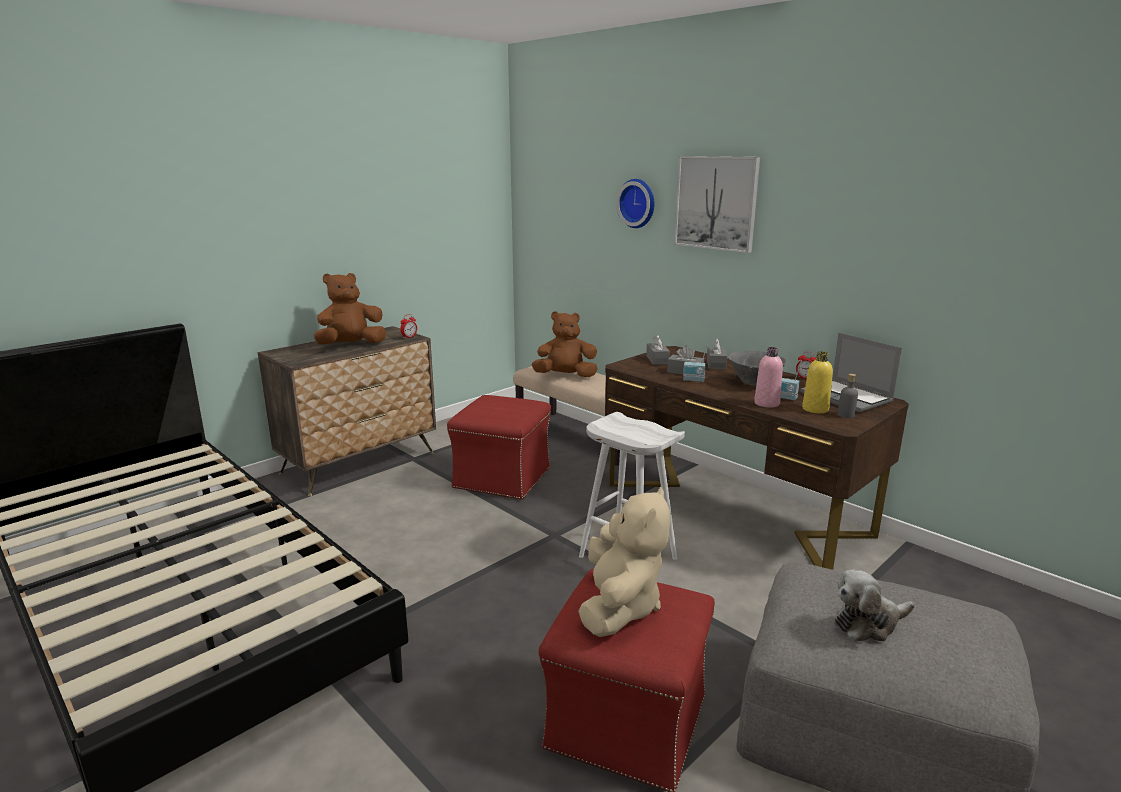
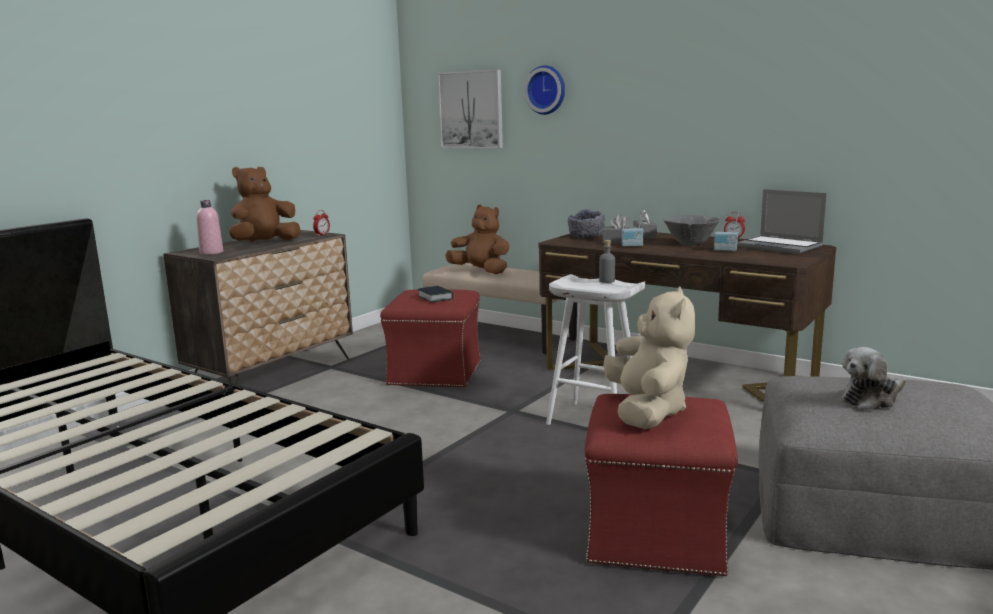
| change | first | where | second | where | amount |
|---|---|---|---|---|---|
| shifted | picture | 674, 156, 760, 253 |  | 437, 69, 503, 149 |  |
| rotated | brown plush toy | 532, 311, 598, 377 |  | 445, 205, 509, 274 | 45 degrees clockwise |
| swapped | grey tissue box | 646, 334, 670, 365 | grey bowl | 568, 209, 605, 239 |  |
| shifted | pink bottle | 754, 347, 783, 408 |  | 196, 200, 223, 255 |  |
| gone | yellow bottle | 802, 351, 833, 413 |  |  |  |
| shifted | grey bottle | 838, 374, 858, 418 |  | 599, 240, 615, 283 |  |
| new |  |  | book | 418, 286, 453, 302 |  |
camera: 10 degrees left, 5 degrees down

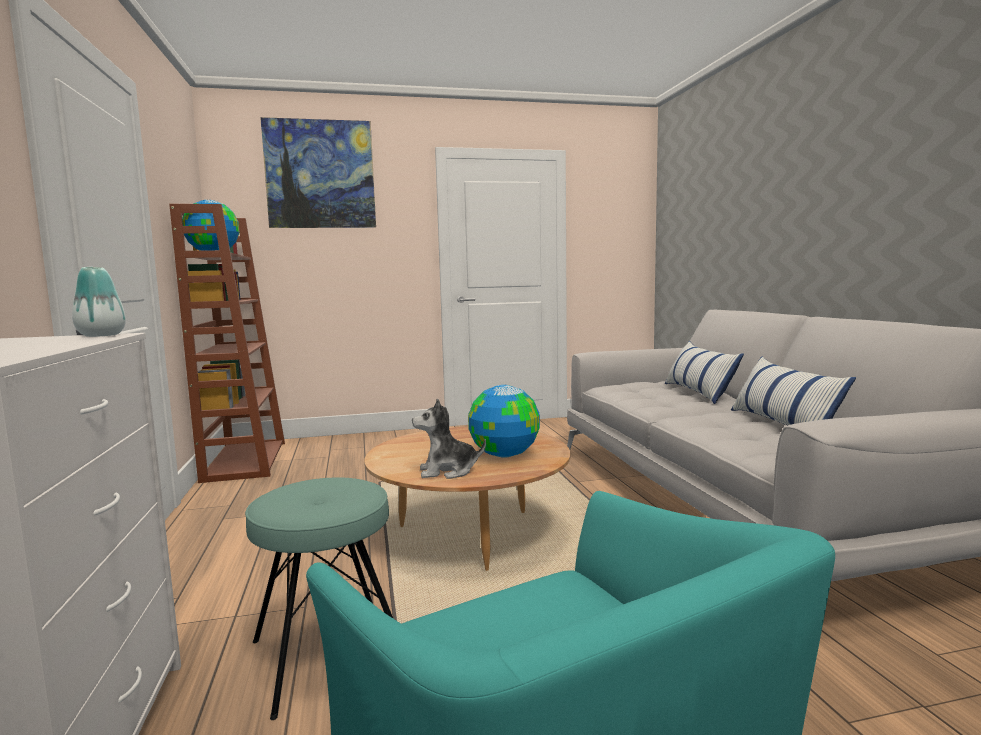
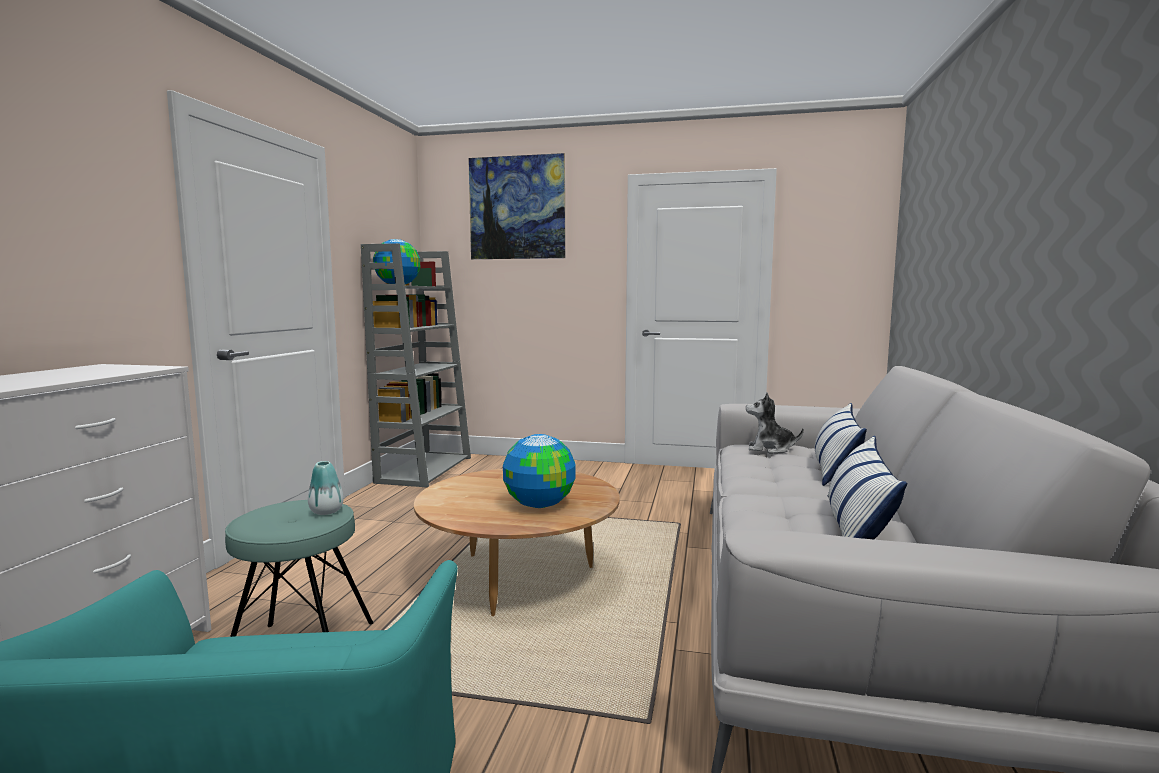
| change | first | where | second | where | amount |
|---|---|---|---|---|---|
| repainted | brown bookcase | 169, 204, 285, 483 | grey bookcase | 361, 243, 471, 487 |  |
| shifted | vase | 72, 267, 126, 337 |  | 308, 461, 344, 515 |  |
| shifted | plush toy | 412, 398, 486, 479 |  | 746, 392, 804, 453 |  |
camera: 25 degrees right, 0 degrees up

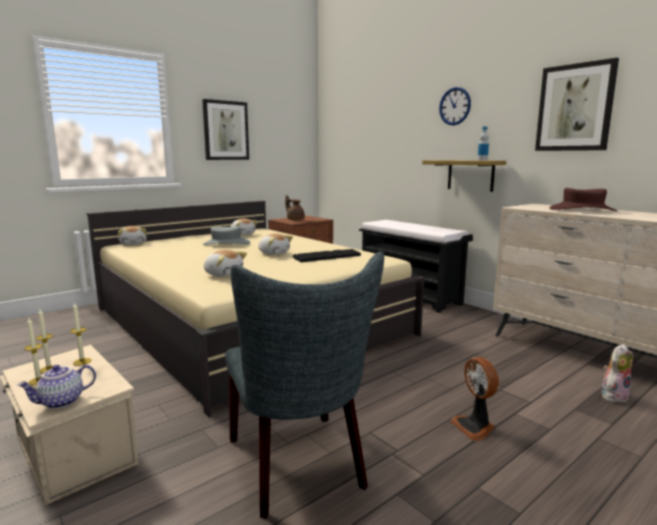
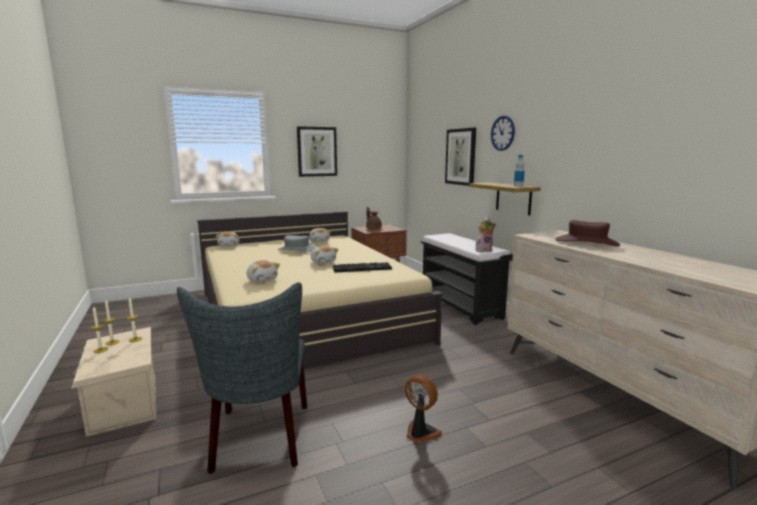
| change | first | where | second | where | amount |
|---|---|---|---|---|---|
| shifted | picture | 535, 58, 619, 151 |  | 445, 128, 476, 186 |  |
| shifted | plush toy | 602, 344, 633, 403 |  | 476, 217, 496, 252 |  |
| rotated | fan | 450, 357, 499, 441 |  | 405, 374, 442, 443 | 135 degrees clockwise |
| gone | teapot | 17, 365, 96, 409 |  |  |  |
camera: 15 degrees right, 0 degrees up

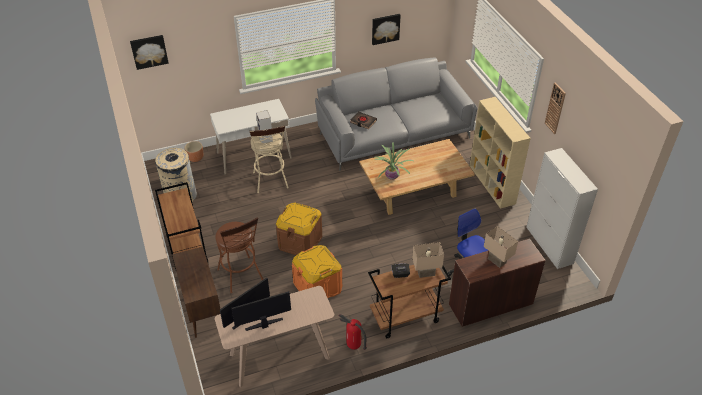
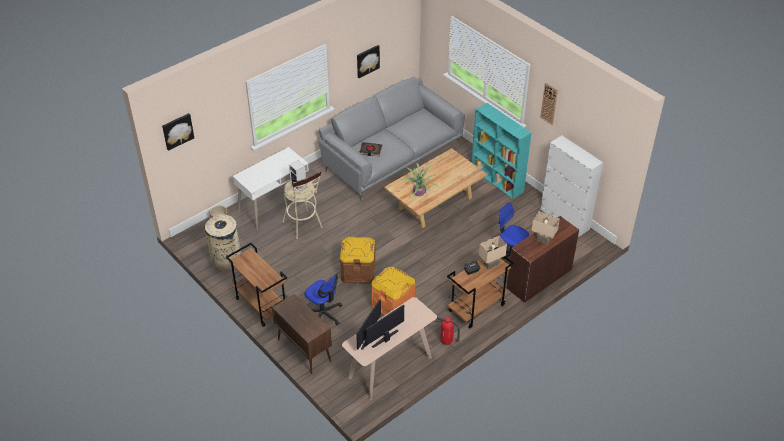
| change | first | where | second | where | amount |
|---|---|---|---|---|---|
| repainted | beige bookcase | 469, 97, 531, 209 | turquoise bookcase | 471, 103, 531, 199 |  |
| swapped | brown stool | 215, 217, 264, 293 | office chair | 305, 272, 342, 325 |  |
camera: 20 degrees left, 0 degrees up

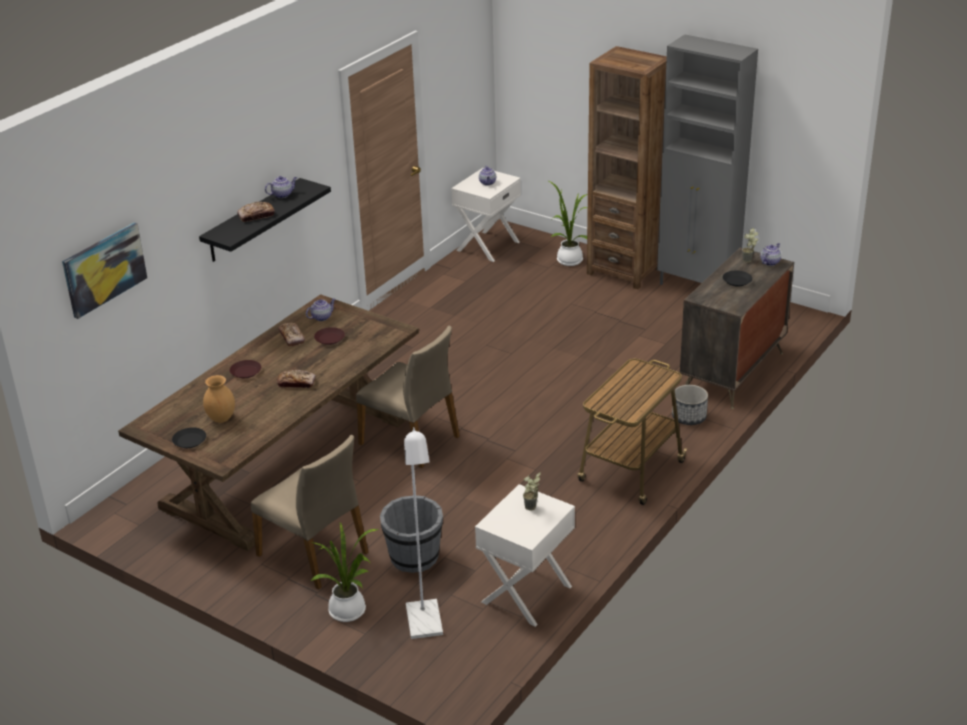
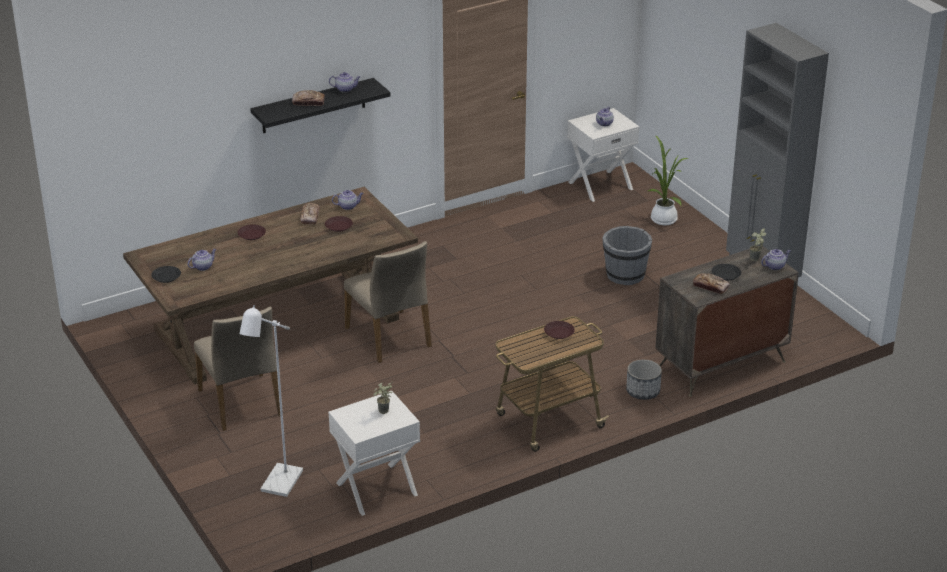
| change | first | where | second | where | amount |
|---|---|---|---|---|---|
| gone | brown bookcase | 587, 46, 667, 289 |  |  |  |
| gone | picture | 62, 223, 147, 319 |  |  |  |
| shifted | bread | 277, 370, 316, 388 |  | 693, 273, 730, 294 |  |
| swapped | brown vase | 203, 375, 235, 423 | teapot | 188, 249, 216, 271 |  |
| shifted | grey bucket | 380, 495, 443, 573 |  | 602, 226, 652, 285 |  |
| gone | potted plant | 310, 522, 380, 622 |  |  |  |
| new |  |  | brown plate | 544, 321, 575, 339 |  |
camera: 25 degrees right, 0 degrees up

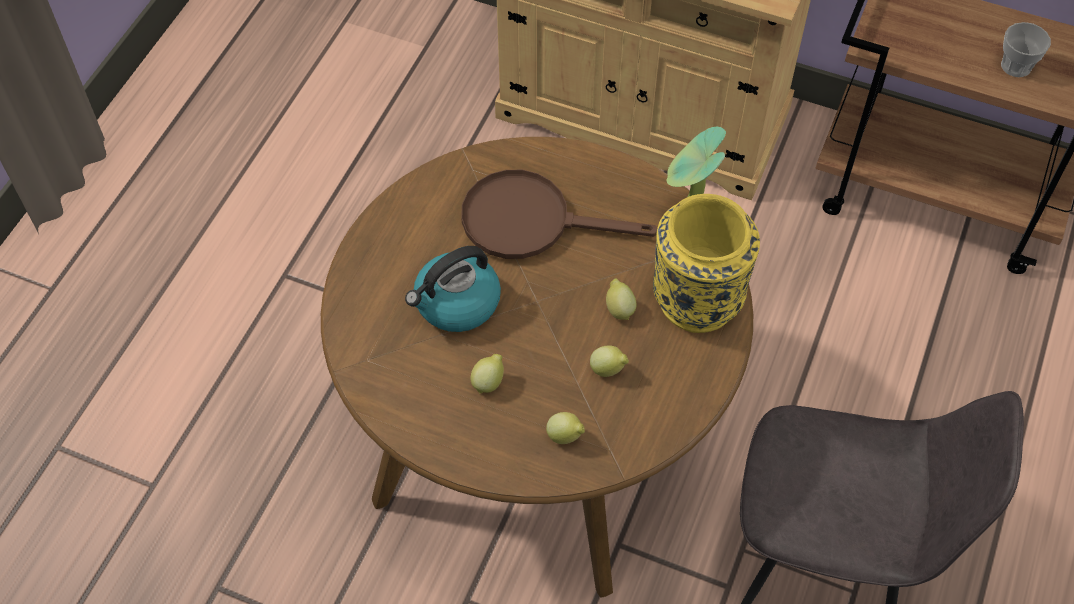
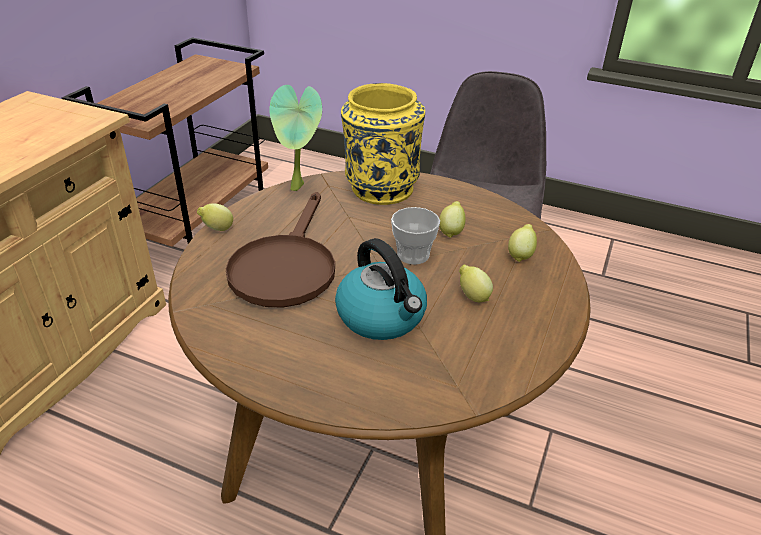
| change | first | where | second | where | amount |
|---|---|---|---|---|---|
| shifted | cup | 1001, 22, 1051, 77 |  | 391, 207, 440, 265 |  |
| shifted | lemon | 606, 278, 637, 320 |  | 197, 203, 233, 231 |  |
camera: 90 degrees left, 20 degrees down

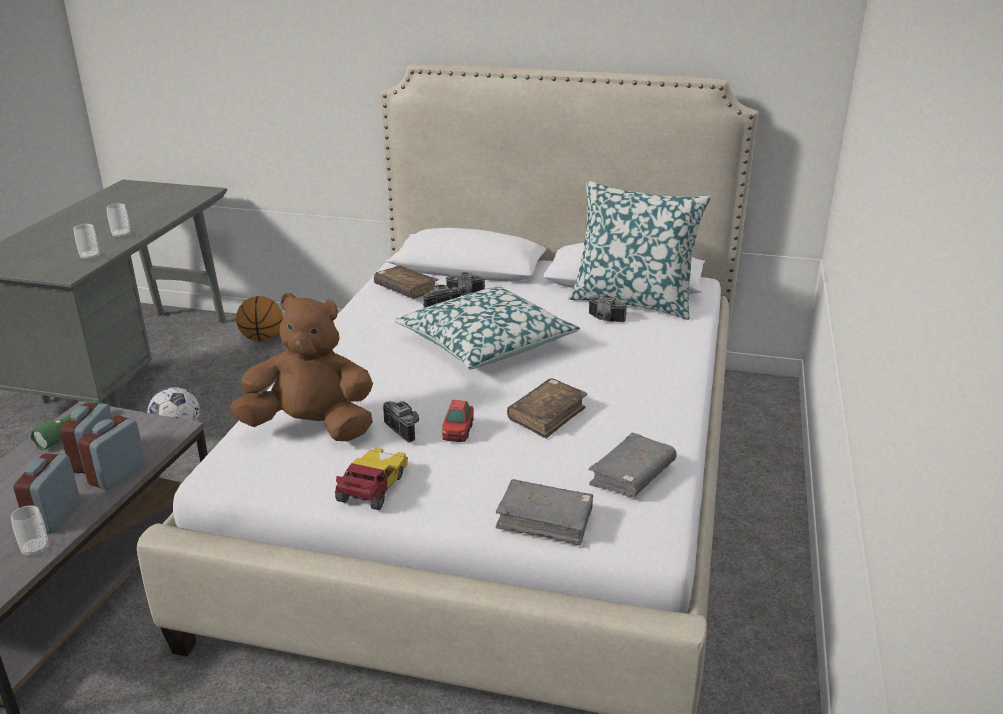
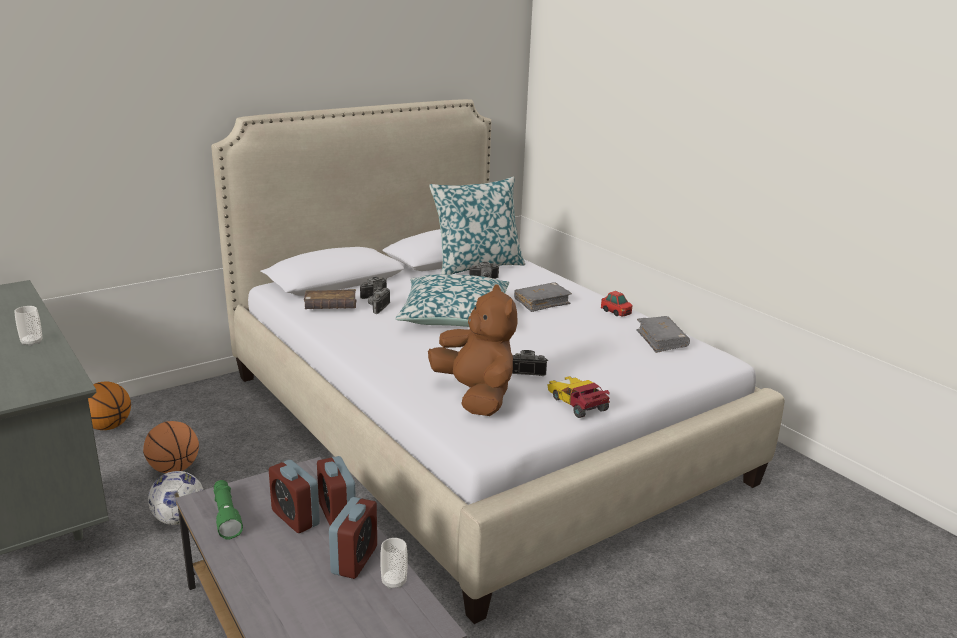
| change | first | where | second | where | amount |
|---|---|---|---|---|---|
| gone | cup | 73, 224, 100, 261 |  |  |  |
| rotated | brown plush toy | 230, 293, 373, 441 |  | 428, 284, 518, 416 | 105 degrees clockwise |
| gone | brown book | 507, 378, 587, 439 |  |  |  |
| shifted | toy car | 442, 400, 474, 442 |  | 601, 291, 632, 316 |  |
| rotated | alarm clock | 14, 454, 80, 533 |  | 329, 497, 377, 579 | 120 degrees counterclockwise |
| shifted | grey book | 495, 479, 593, 545 |  | 514, 282, 572, 312 |  |
| new |  |  | basketball | 143, 421, 199, 473 |  |
camera: 50 degrees left, 5 degrees down

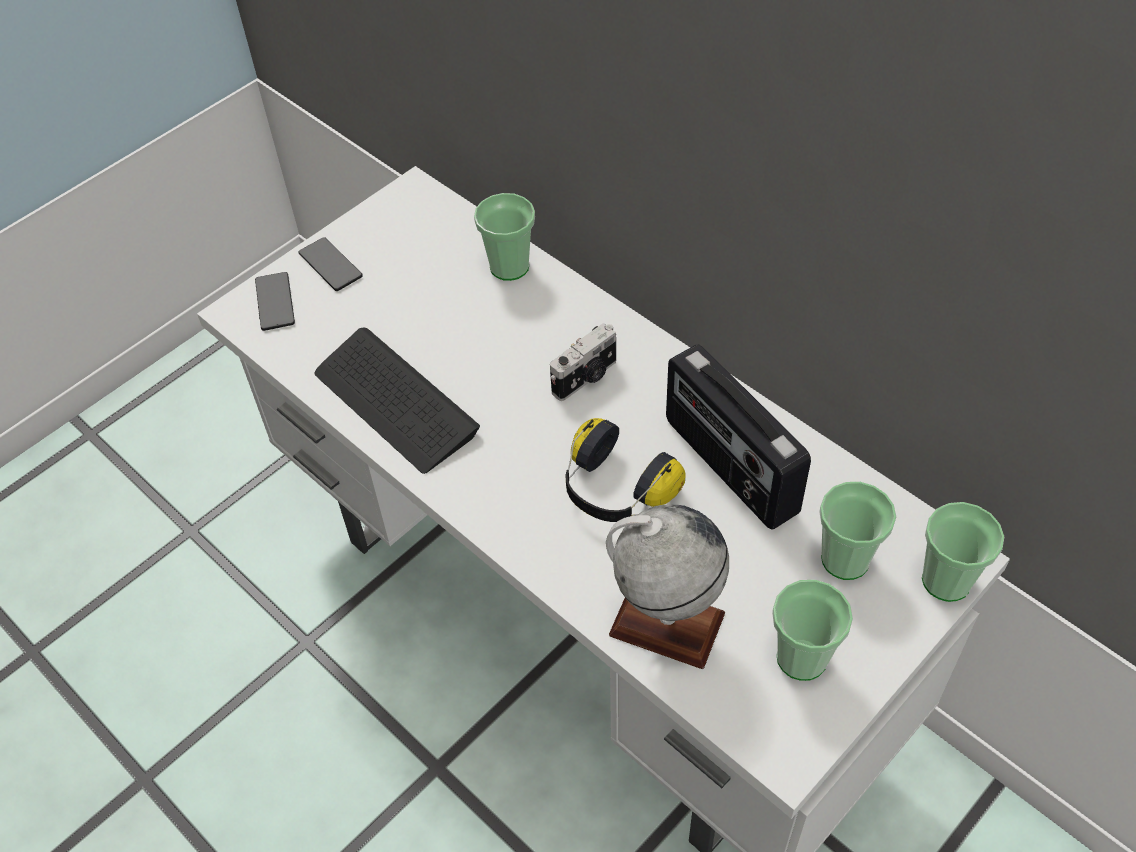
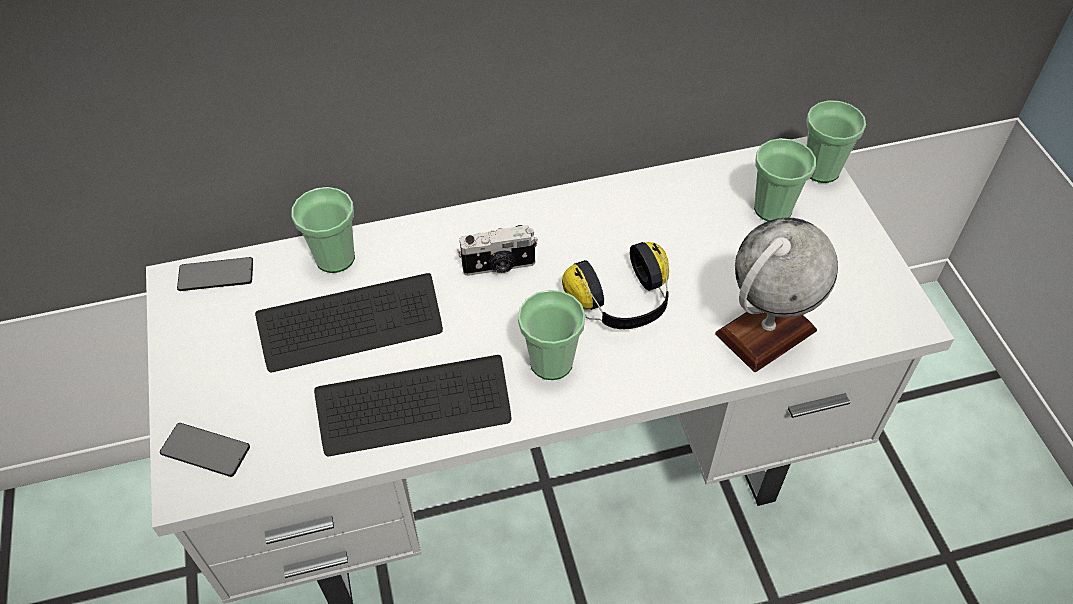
| change | first | where | second | where | amount |
|---|---|---|---|---|---|
| shifted | phone | 299, 237, 363, 291 |  | 177, 257, 253, 291 |  |
| rotated | photo camera | 550, 323, 616, 401 |  | 458, 225, 538, 276 | 90 degrees clockwise |
| gone | radio | 666, 344, 811, 530 |  |  |  |
| shifted | cup | 772, 579, 853, 681 |  | 518, 290, 585, 380 |  |
| new |  |  | keyboard | 255, 273, 443, 372 |  |
camera: 60 degrees left, 0 degrees up

